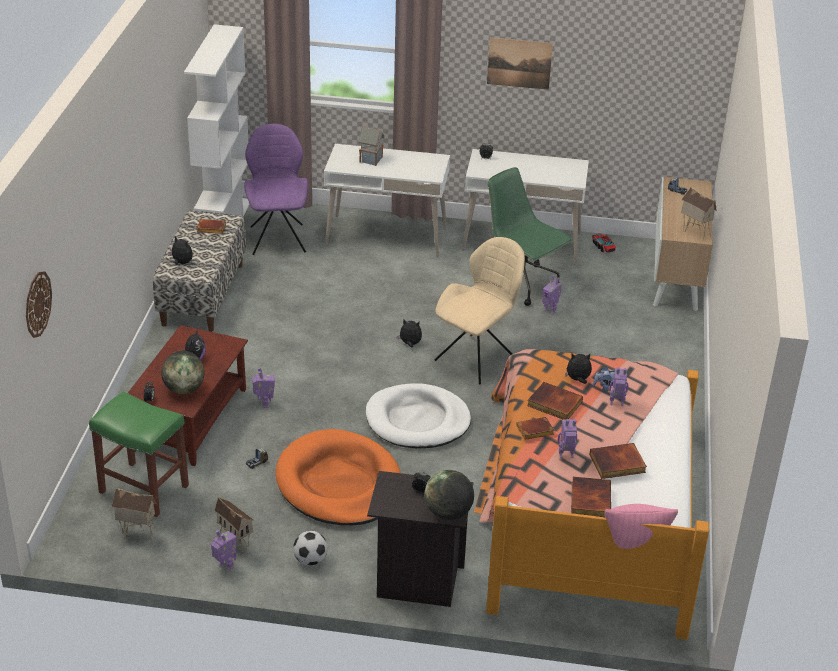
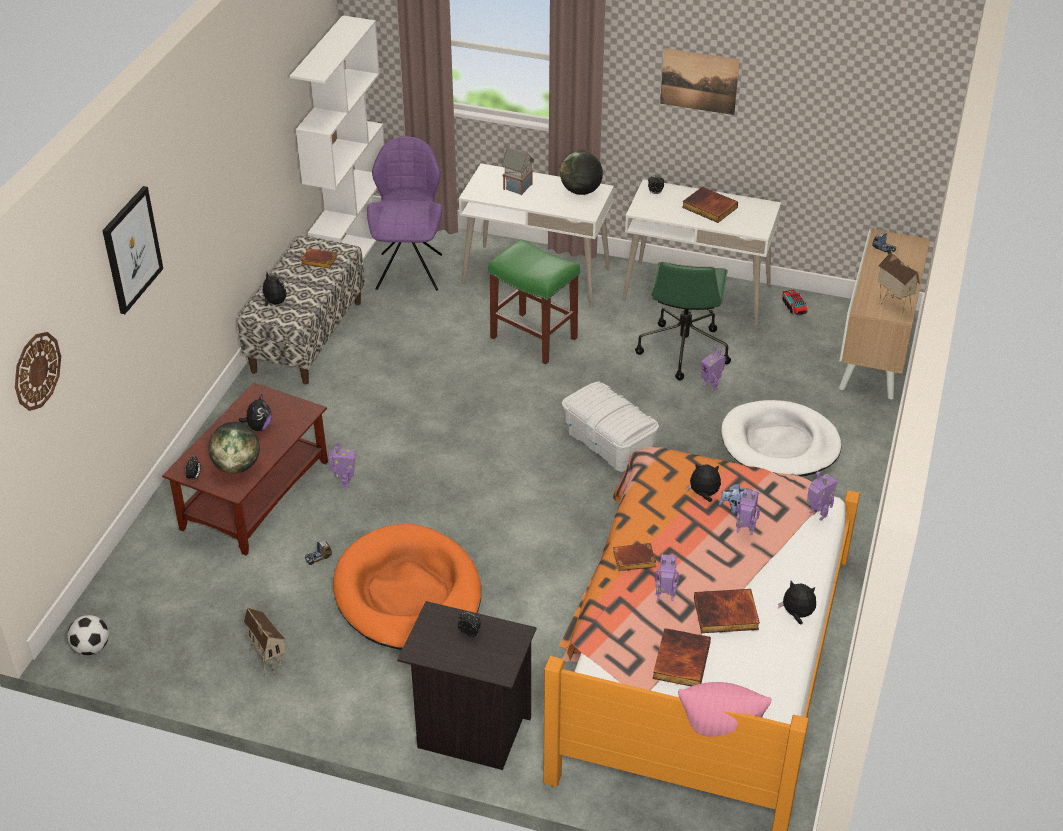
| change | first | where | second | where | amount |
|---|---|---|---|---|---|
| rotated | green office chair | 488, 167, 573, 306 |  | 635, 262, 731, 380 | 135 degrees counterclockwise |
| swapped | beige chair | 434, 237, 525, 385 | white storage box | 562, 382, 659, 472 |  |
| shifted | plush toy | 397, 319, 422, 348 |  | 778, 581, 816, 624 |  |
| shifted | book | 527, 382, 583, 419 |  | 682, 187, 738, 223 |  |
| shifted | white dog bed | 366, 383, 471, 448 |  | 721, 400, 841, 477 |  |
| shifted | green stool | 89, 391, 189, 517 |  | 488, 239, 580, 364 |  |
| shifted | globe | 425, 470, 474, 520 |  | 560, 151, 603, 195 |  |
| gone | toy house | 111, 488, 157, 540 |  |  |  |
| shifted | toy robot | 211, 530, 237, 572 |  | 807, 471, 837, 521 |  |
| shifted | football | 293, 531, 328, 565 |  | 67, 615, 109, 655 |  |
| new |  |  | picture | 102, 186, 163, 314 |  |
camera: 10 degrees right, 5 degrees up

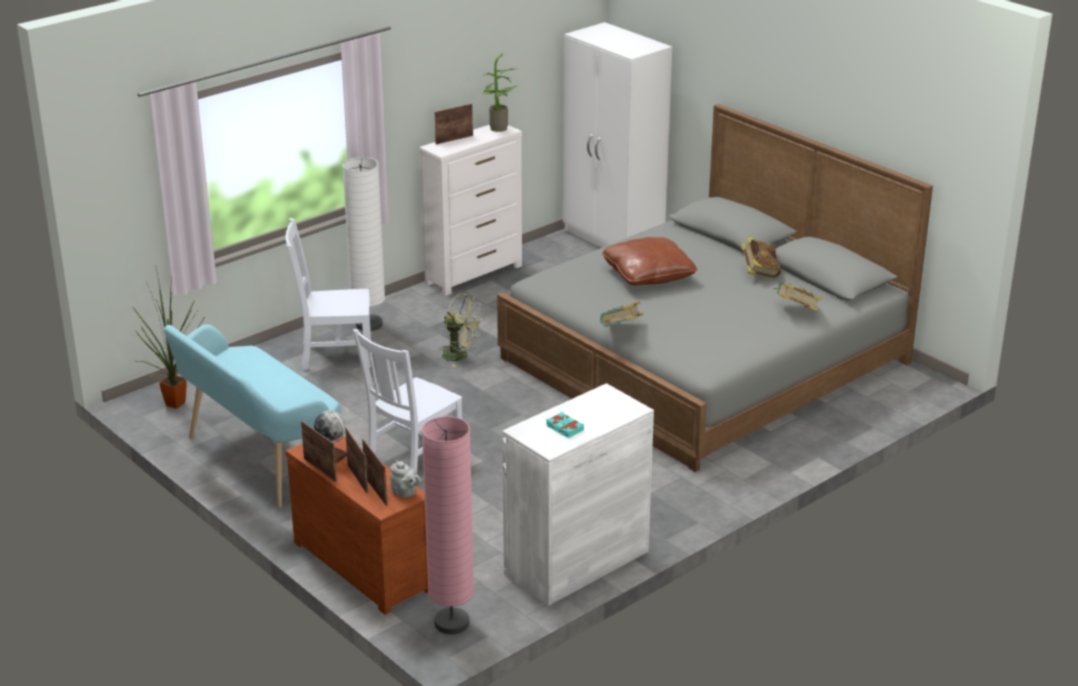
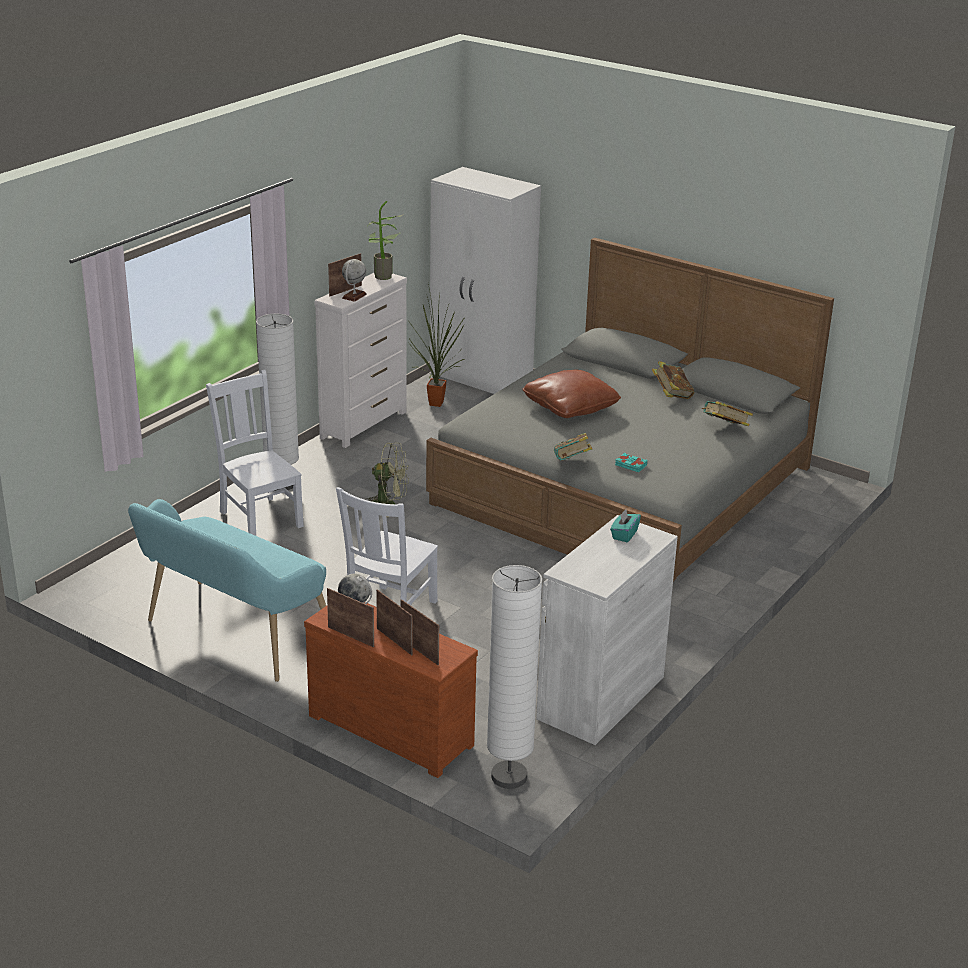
| change | first | where | second | where | amount |
|---|---|---|---|---|---|
| rotated | white chair | 285, 218, 371, 370 |  | 206, 370, 304, 536 | 75 degrees clockwise |
| shifted | potted plant | 133, 265, 205, 409 |  | 408, 284, 465, 407 |  |
| shifted | turquoise book | 546, 412, 584, 438 |  | 615, 453, 647, 472 |  |
| repainted | pink floor lamp | 422, 416, 474, 634 | white floor lamp | 487, 565, 542, 789 |  |
| gone | grey teapot | 390, 460, 421, 498 |  |  |  |
| new |  |  | globe | 342, 259, 367, 302 |  |
| new |  |  | turquoise tissue box | 610, 509, 641, 542 |  |
camera: 15 degrees left, 0 degrees up

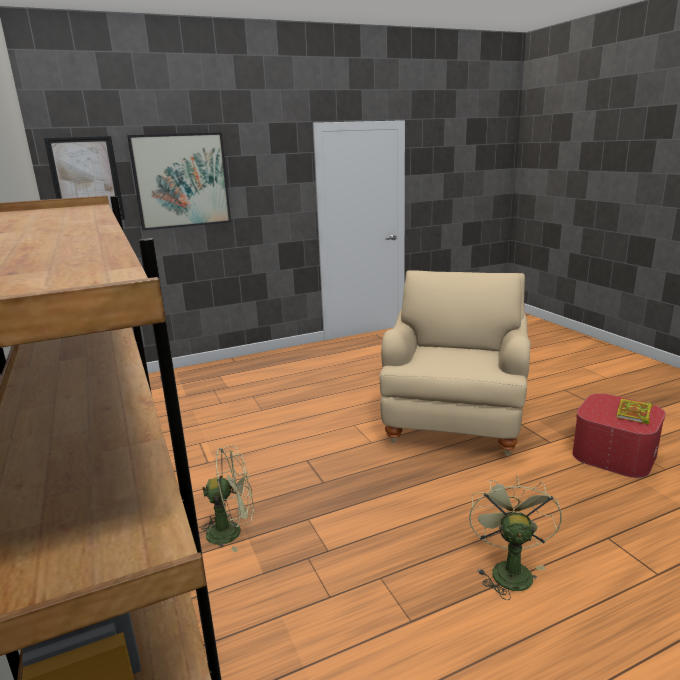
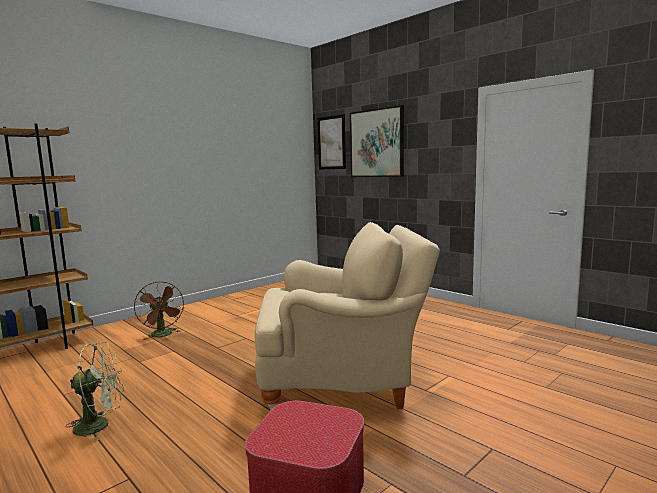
| change | first | where | second | where | amount |
|---|---|---|---|---|---|
| gone | book | 617, 399, 653, 424 |  |  |  |
| repainted | green fan | 198, 445, 254, 552 | brown fan | 134, 281, 184, 340 |  |
camera: 70 degrees right, 10 degrees down

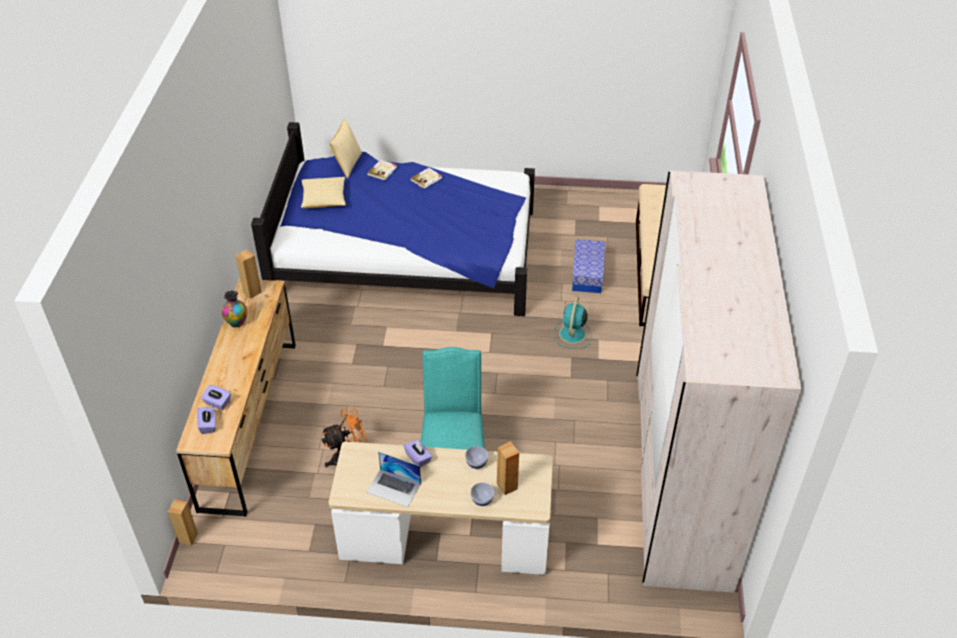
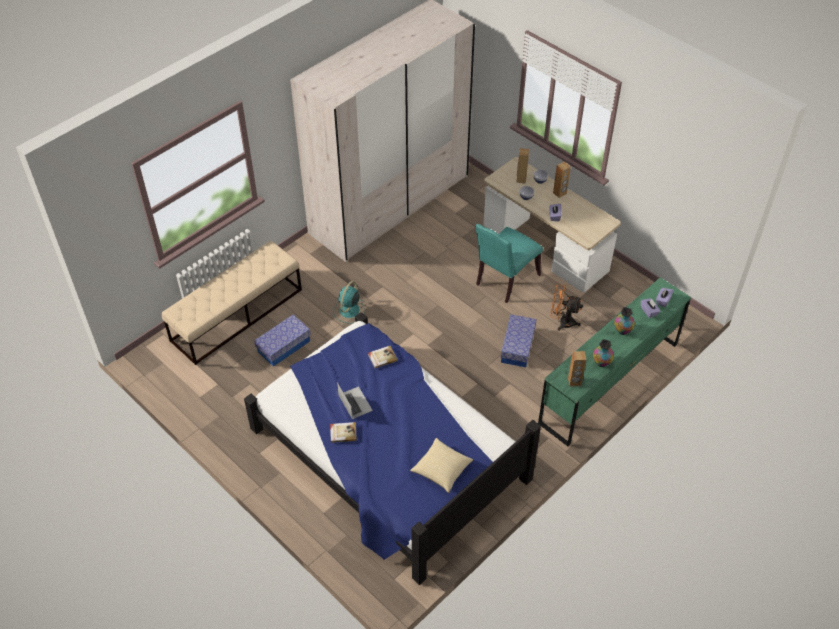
| change | first | where | second | where | amount |
|---|---|---|---|---|---|
| gone | pillow | 329, 119, 362, 179 |  |  |  |
| shifted | book | 367, 160, 397, 181 |  | 368, 346, 398, 368 |  |
| repainted | brown dresser | 176, 279, 296, 517 | green dresser | 538, 277, 691, 447 |  |
| rotated | turquoise fan | 553, 296, 592, 349 |  | 333, 281, 364, 323 | 150 degrees clockwise |
| shifted | laptop | 366, 452, 421, 507 |  | 337, 382, 373, 419 |  |
| shifted | brown speaker | 168, 499, 198, 546 |  | 553, 162, 571, 198 |  |
| new |  |  | vase | 614, 307, 635, 335 |  |
| new |  |  | storage box | 501, 314, 537, 367 |  |
camera: 140 degrees left, 5 degrees up

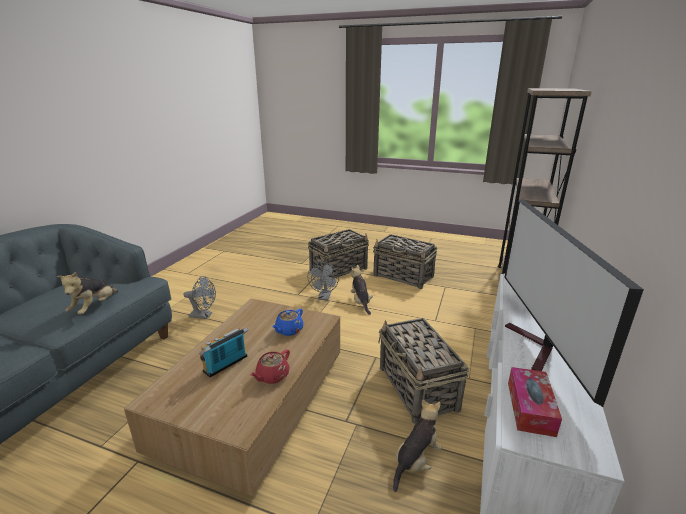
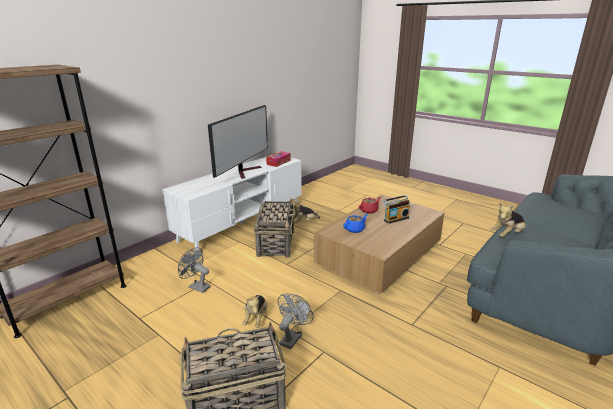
| change | first | where | second | where | amount |
|---|---|---|---|---|---|
| gone | basket | 373, 234, 438, 289 |  |  |  |
| rotated | plush toy | 57, 272, 118, 315 |  | 490, 203, 526, 237 | 150 degrees counterclockwise |
| shifted | grey fan | 183, 276, 216, 319 |  | 178, 247, 211, 293 |  |
camera: 160 degrees left, 0 degrees up

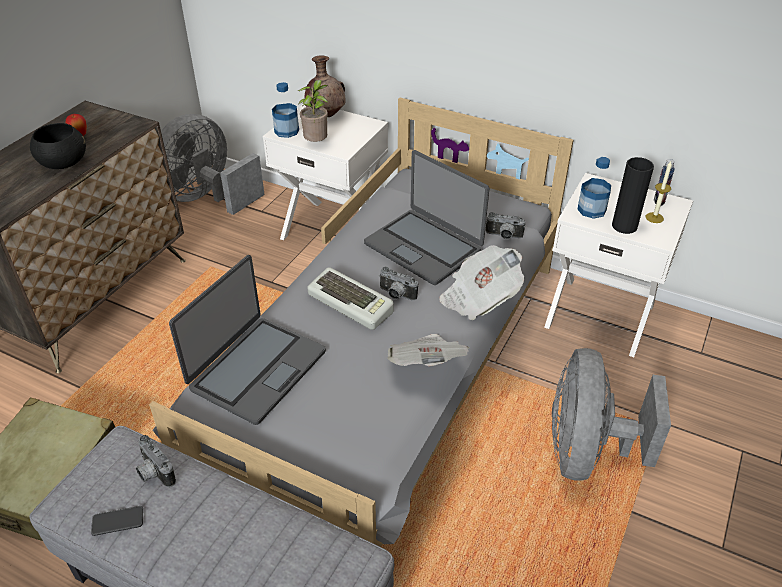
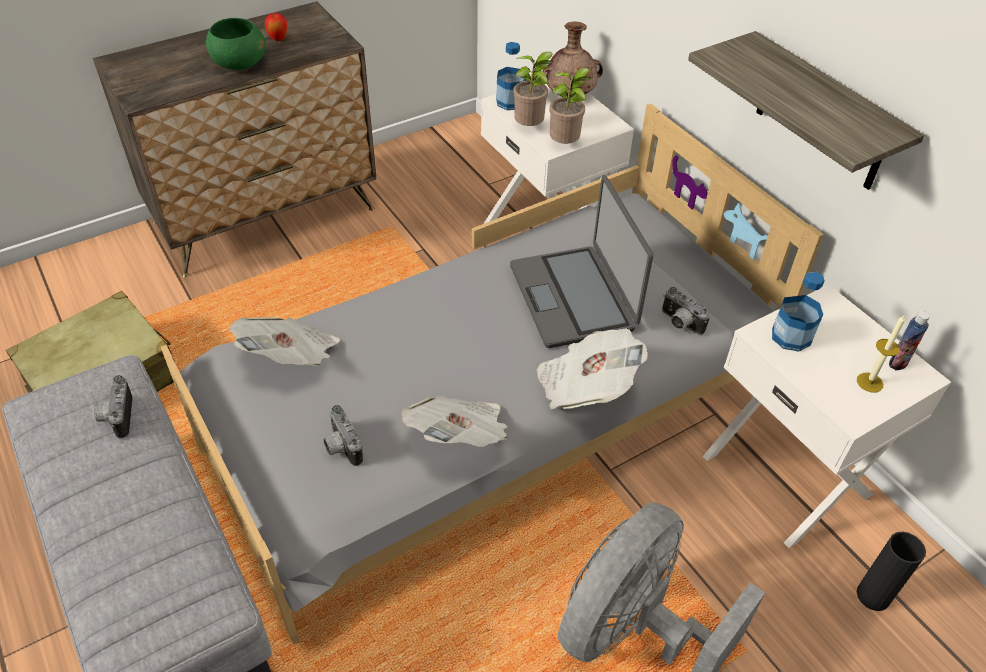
| change | first | where | second | where | amount |
|---|---|---|---|---|---|
| gone | grey fan | 161, 114, 265, 215 |  |  |  |
| repainted | black bowl | 30, 123, 86, 169 | green bowl | 206, 18, 266, 70 |  |
| shifted | black vase | 612, 157, 654, 234 |  | 857, 532, 926, 611 |  |
| swapped | laptop | 169, 255, 326, 425 | newspaper | 229, 317, 340, 366 |  |
| gone | keyboard | 307, 267, 393, 330 |  |  |  |
| shifted | photo camera | 379, 267, 418, 301 |  | 323, 405, 363, 466 |  |
| gone | phone | 91, 506, 143, 536 |  |  |  |
| new |  |  | shelf | 688, 31, 925, 190 |  |
| new |  |  | potted plant | 549, 68, 591, 144 |  |
camera: 30 degrees right, 5 degrees up

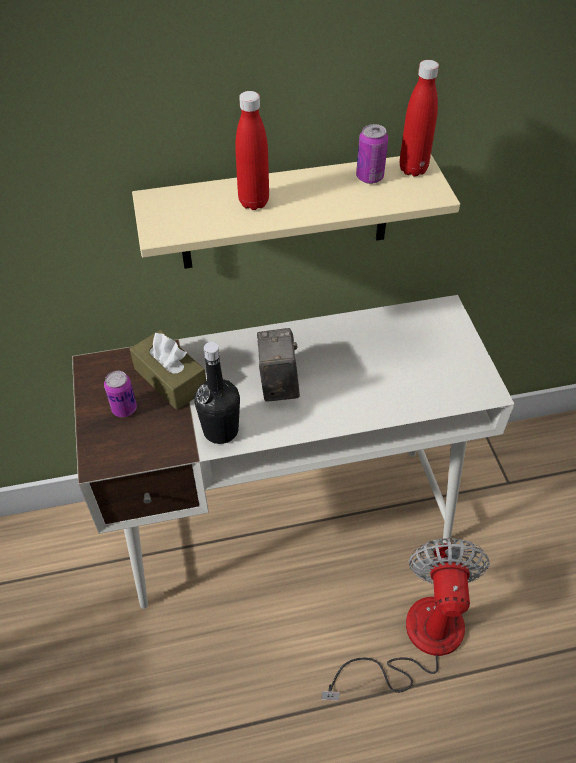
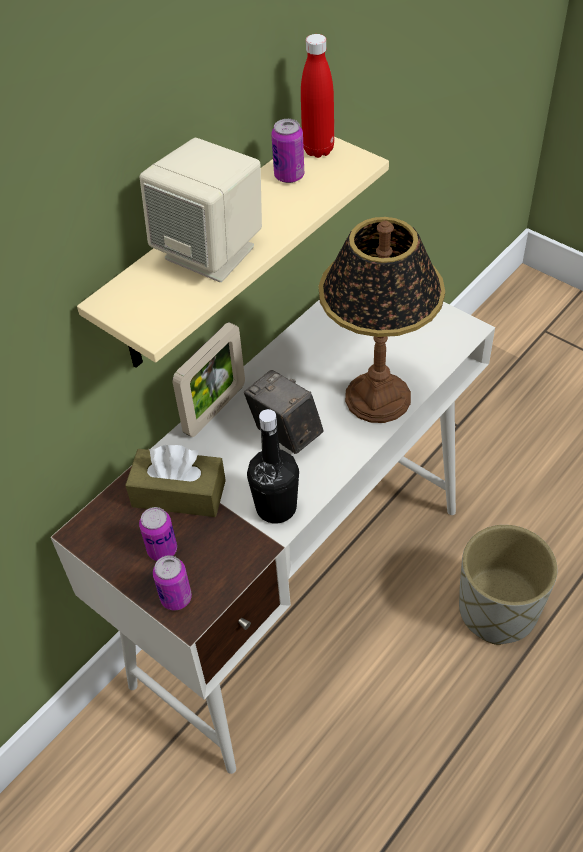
| change | first | where | second | where | amount |
|---|---|---|---|---|---|
| swapped | red bottle | 235, 91, 269, 210 | beige speaker | 140, 138, 262, 282 |  |
| swapped | fan | 321, 538, 490, 701 | grey planter | 459, 525, 557, 645 |  |
| new |  |  | table lamp | 319, 217, 445, 423 |  |
| new |  |  | picture frame | 172, 322, 245, 437 |  |
| new |  |  | can | 153, 555, 192, 610 |  |
camera: 35 degrees left, 0 degrees up

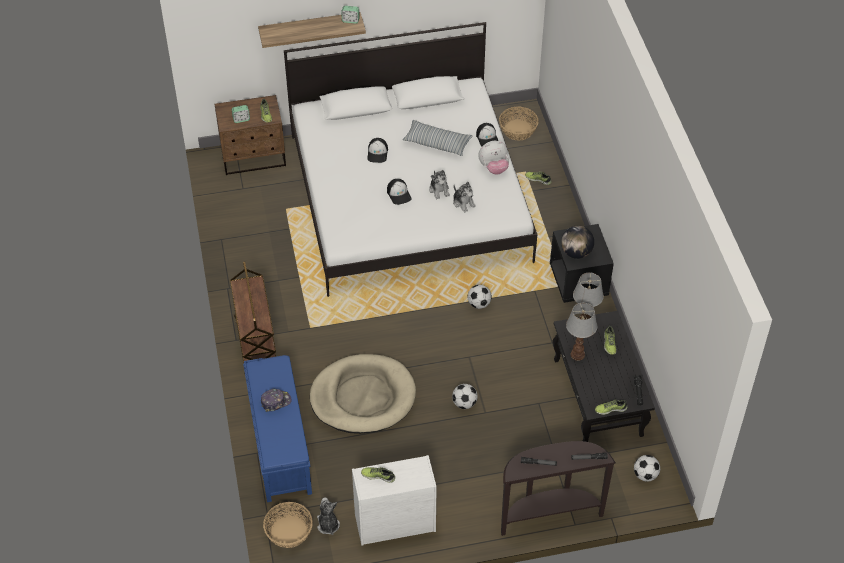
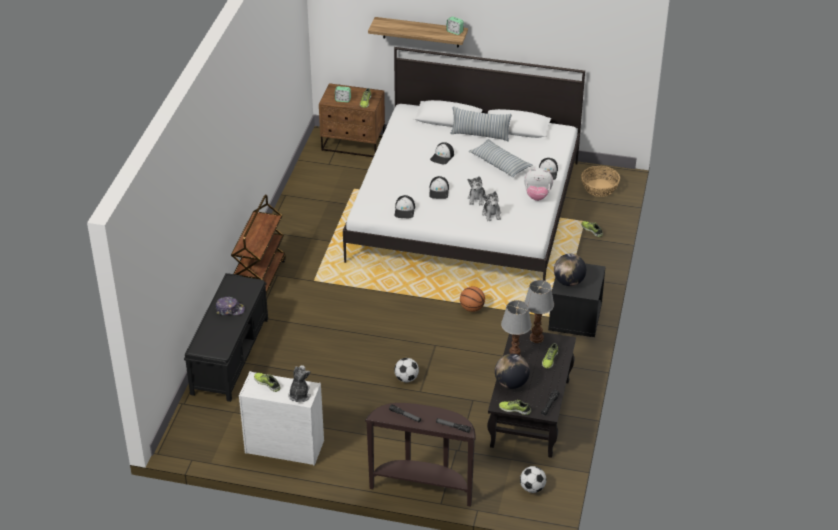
| change | first | where | second | where | amount |
|---|---|---|---|---|---|
| swapped | football | 468, 285, 492, 309 | basketball | 460, 286, 485, 312 |  |
| gone | beige dog bed | 310, 354, 416, 434 |  |  |  |
| repainted | blue bench | 243, 355, 312, 502 | black bench | 184, 273, 268, 402 |  |
| shifted | plush toy | 317, 497, 340, 535 |  | 288, 365, 311, 402 |  |
| gone | basket | 263, 502, 313, 548 |  |  |  |
| new |  |  | pillow | 451, 106, 512, 142 |  |
| new |  |  | cap | 395, 195, 415, 218 |  |
| new |  |  | globe | 495, 354, 530, 389 |  |
camera: 25 degrees right, 10 degrees down

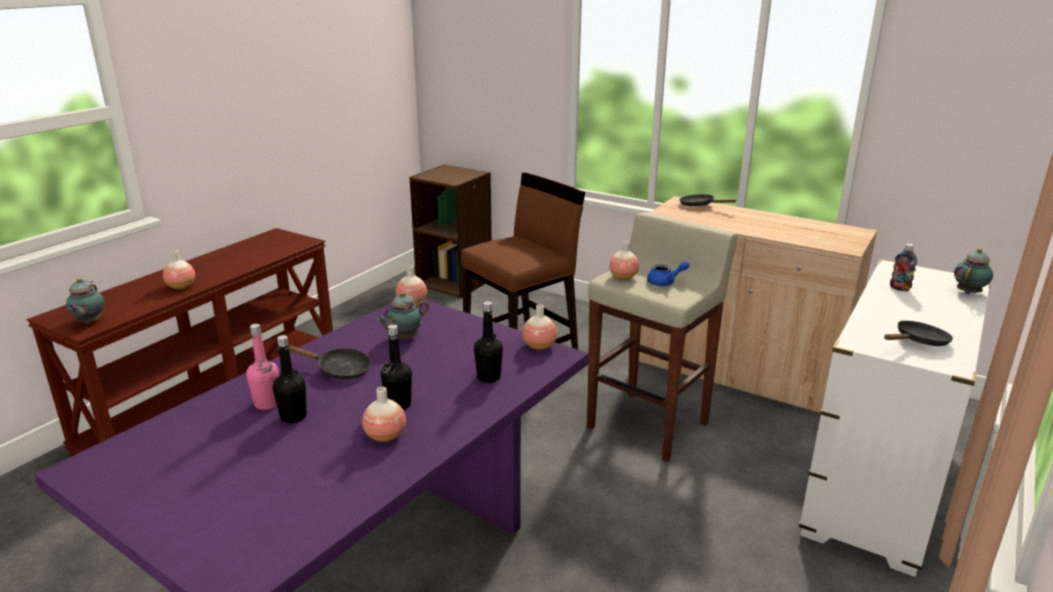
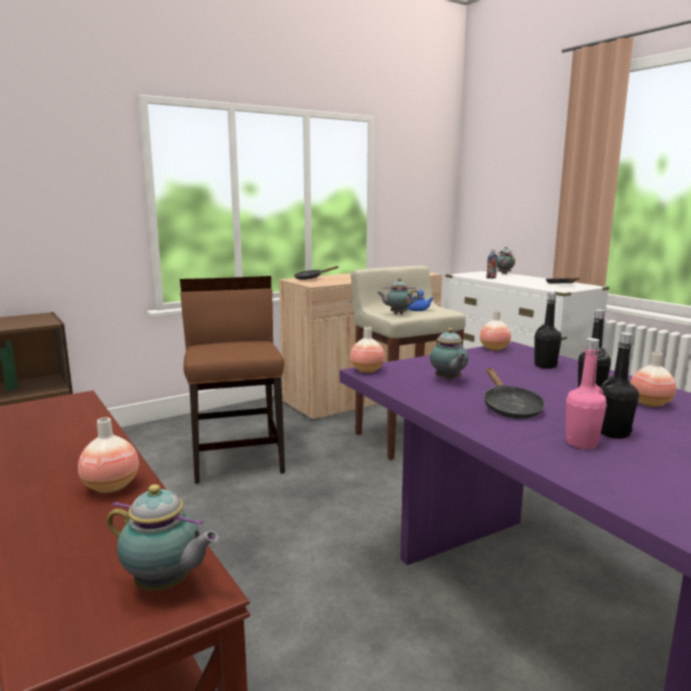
| change | first | where | second | where | amount |
|---|---|---|---|---|---|
| swapped | vase | 609, 241, 639, 280 | teapot | 377, 278, 420, 314 |  |
| rotated | black frying pan | 289, 345, 371, 379 |  | 484, 368, 545, 419 | 135 degrees clockwise |
camera: 65 degrees left, 10 degrees down

